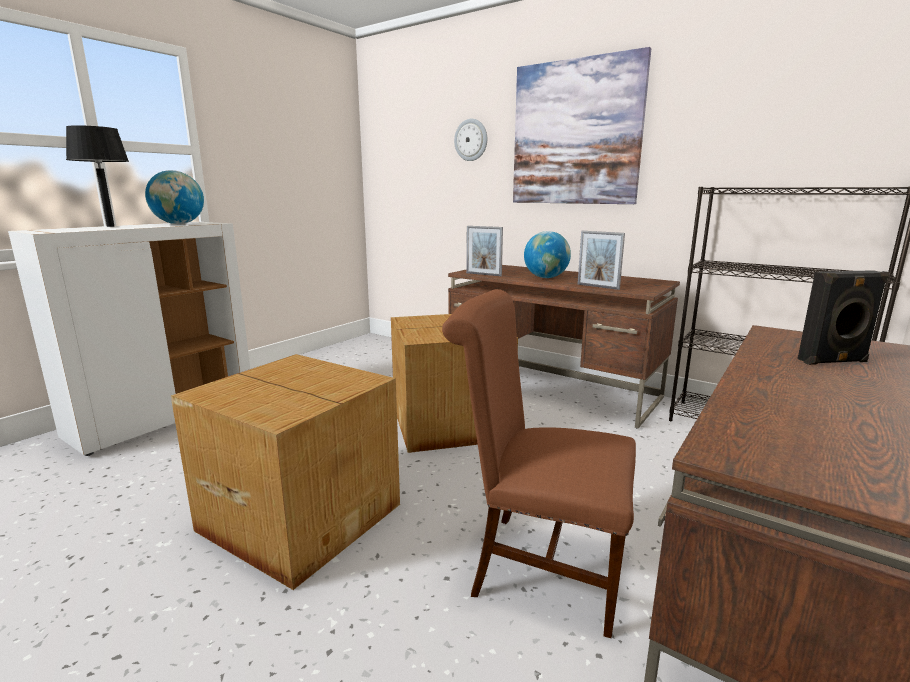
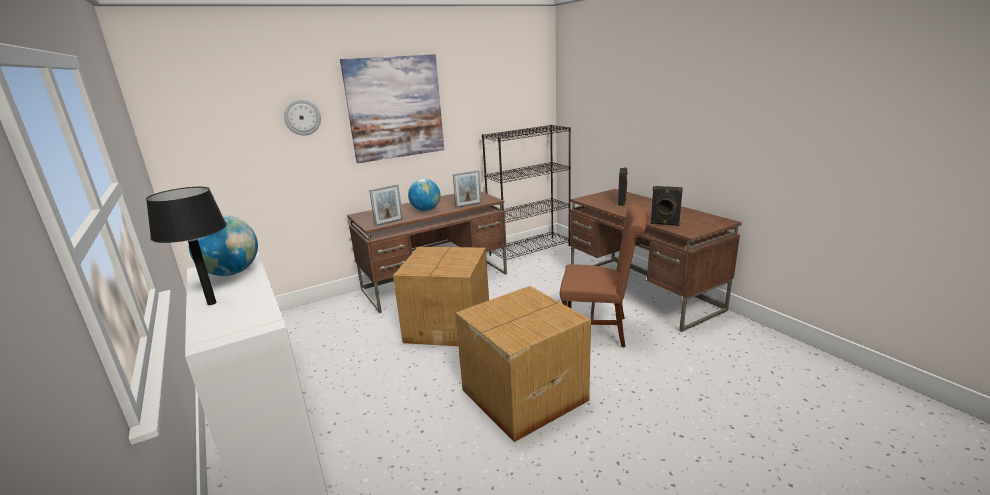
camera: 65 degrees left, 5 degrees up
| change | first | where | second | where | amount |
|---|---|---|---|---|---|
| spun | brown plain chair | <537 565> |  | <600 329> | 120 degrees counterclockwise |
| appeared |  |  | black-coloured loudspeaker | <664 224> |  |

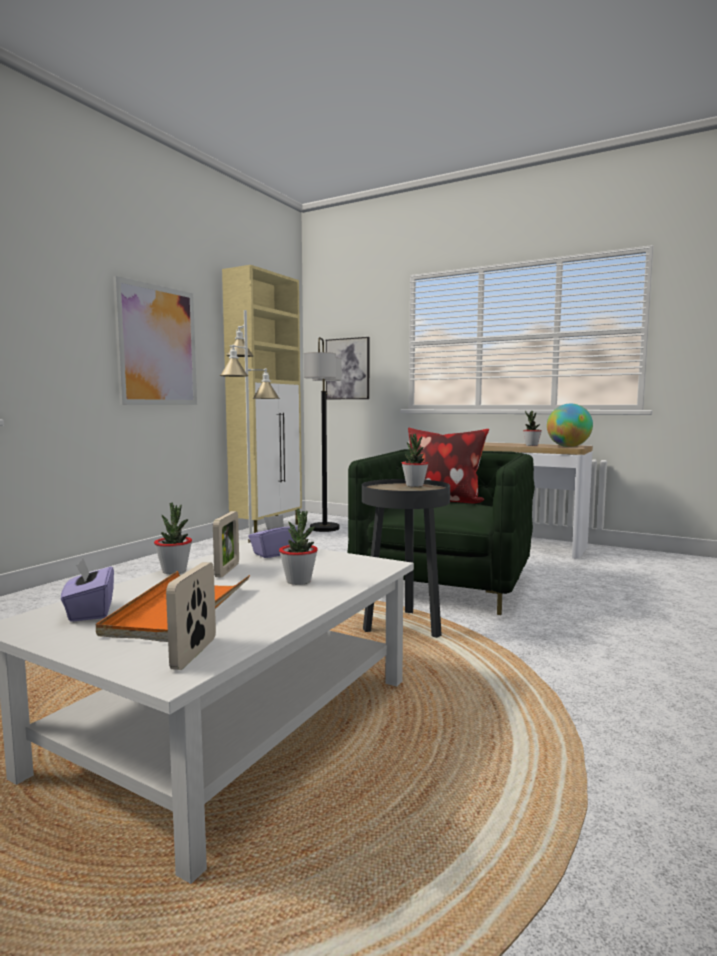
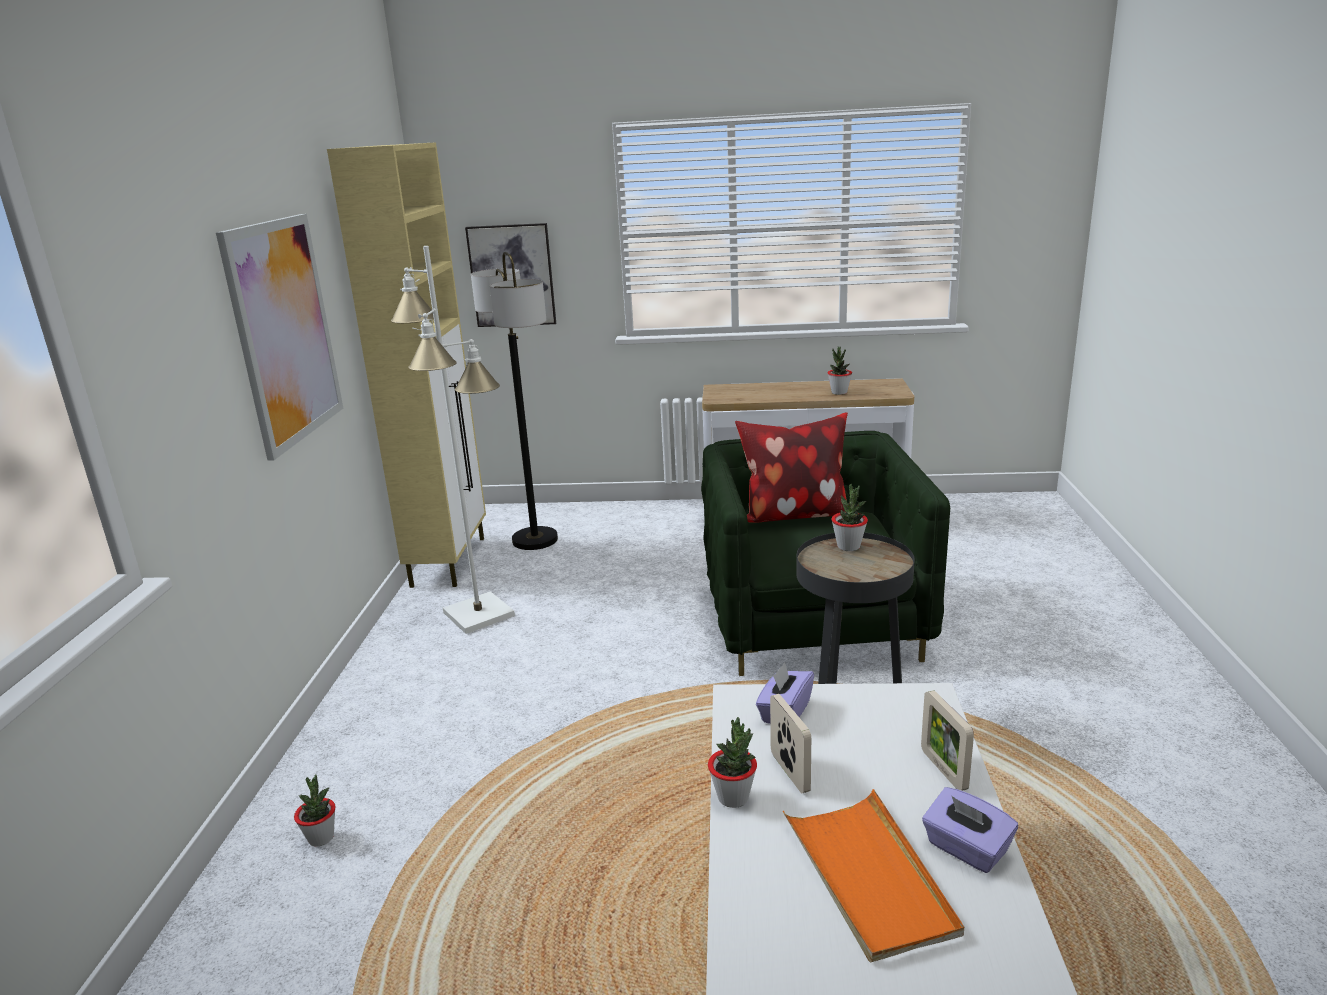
camera: 25 degrees left, 15 degrees up
| change | first | where | second | where | amount |
|---|---|---|---|---|---|
| relocated | plant in a pot | <298 581> |  | <321 838> |  |
| relocated | picture frame | <194 653> |  | <943 770> |  |
| relocated | purple box of tissues | <90 611> |  | <966 849> |  |
| missing | desk globe | <568 447> |  |  |  |

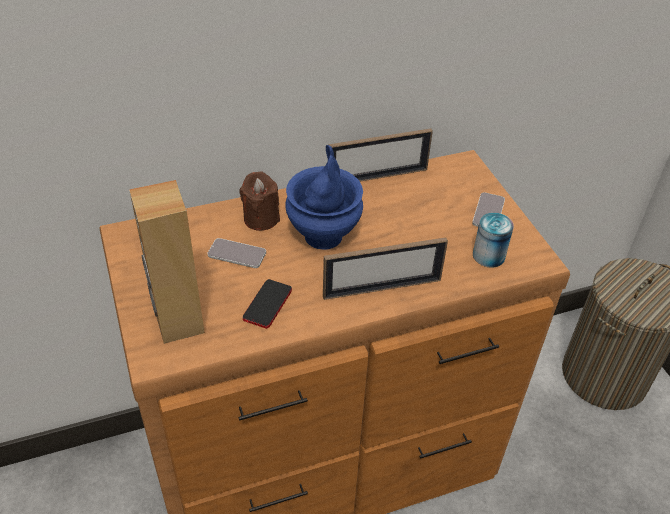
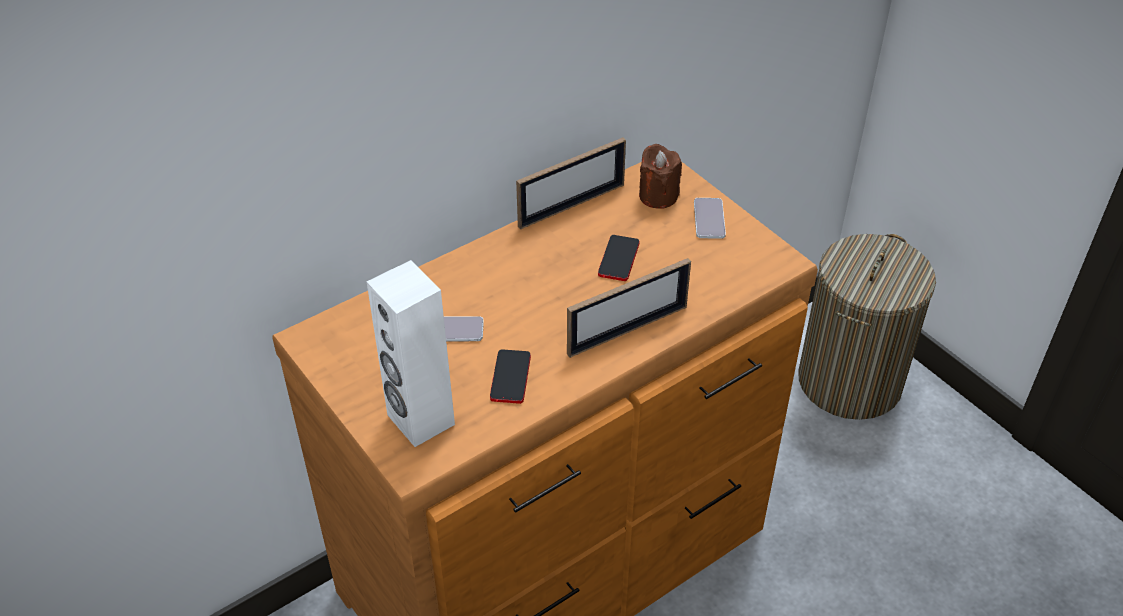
camera: 15 degrees left, 0 degrees up
| change | first | where | second | where | amount |
|---|---|---|---|---|---|
| colour | brown loudspeaker | <178 322> | whitish loudspeaker | <420 420> |  |
| appeared |  |  | handset | <618 259> |  |
| relocated | brown wax candle | <261 219> |  | <658 196> |  |
| missing | blue vase | <324 237> |  |  |  |
| missing | metal can | <488 255> |  |  |  |

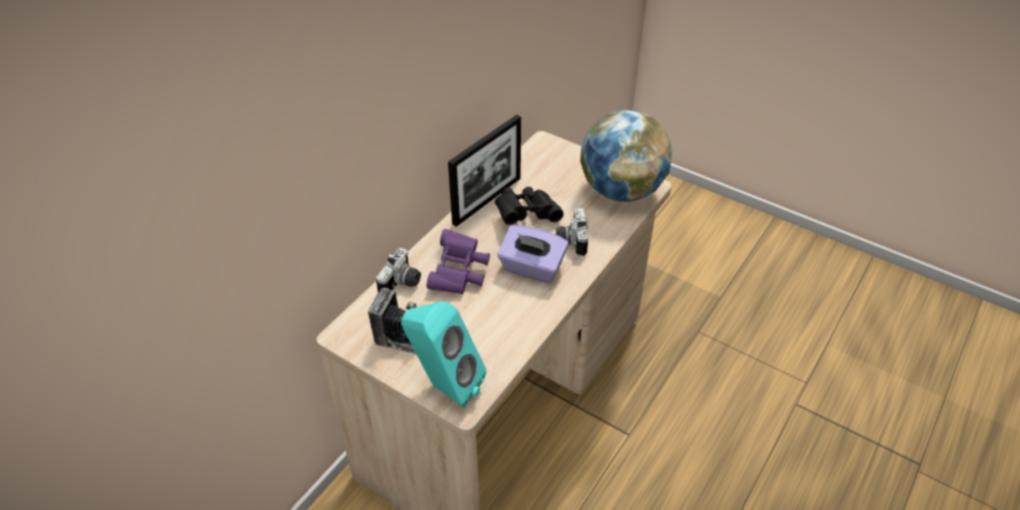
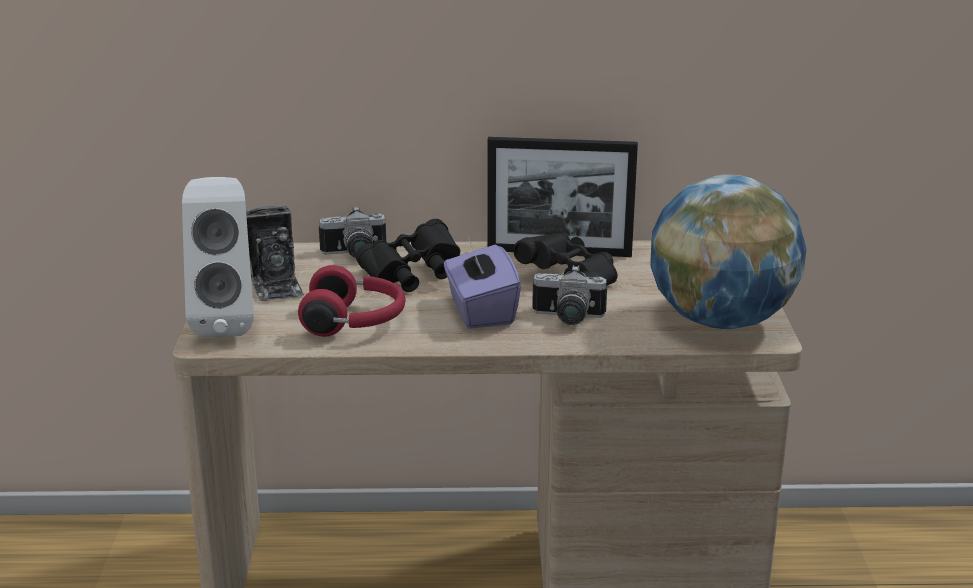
camera: 55 degrees right, 20 degrees down
| change | first | where | second | where | amount |
|---|---|---|---|---|---|
| colour | turquoise-coloured loudspeaker | <444 386> | whitish loudspeaker | <226 323> |  |
| appeared |  |  | reddish headset | <355 322> |  |
| colour | purple field glasses | <459 273> | black-coloured field glasses | <412 276> |  |
| spun | photo camera | <570 240> |  | <567 318> | 135 degrees counterclockwise |

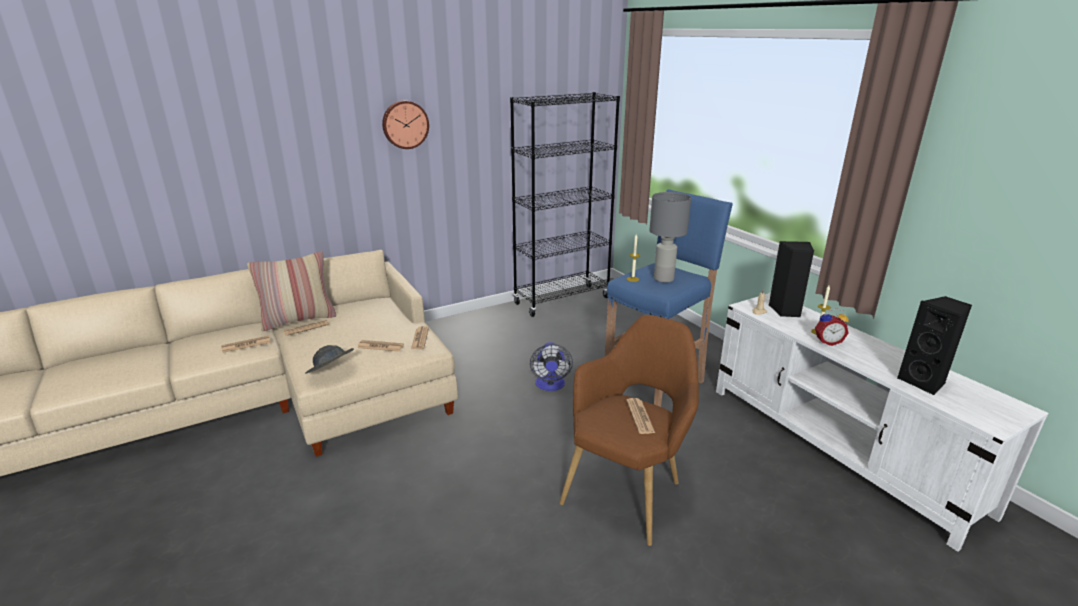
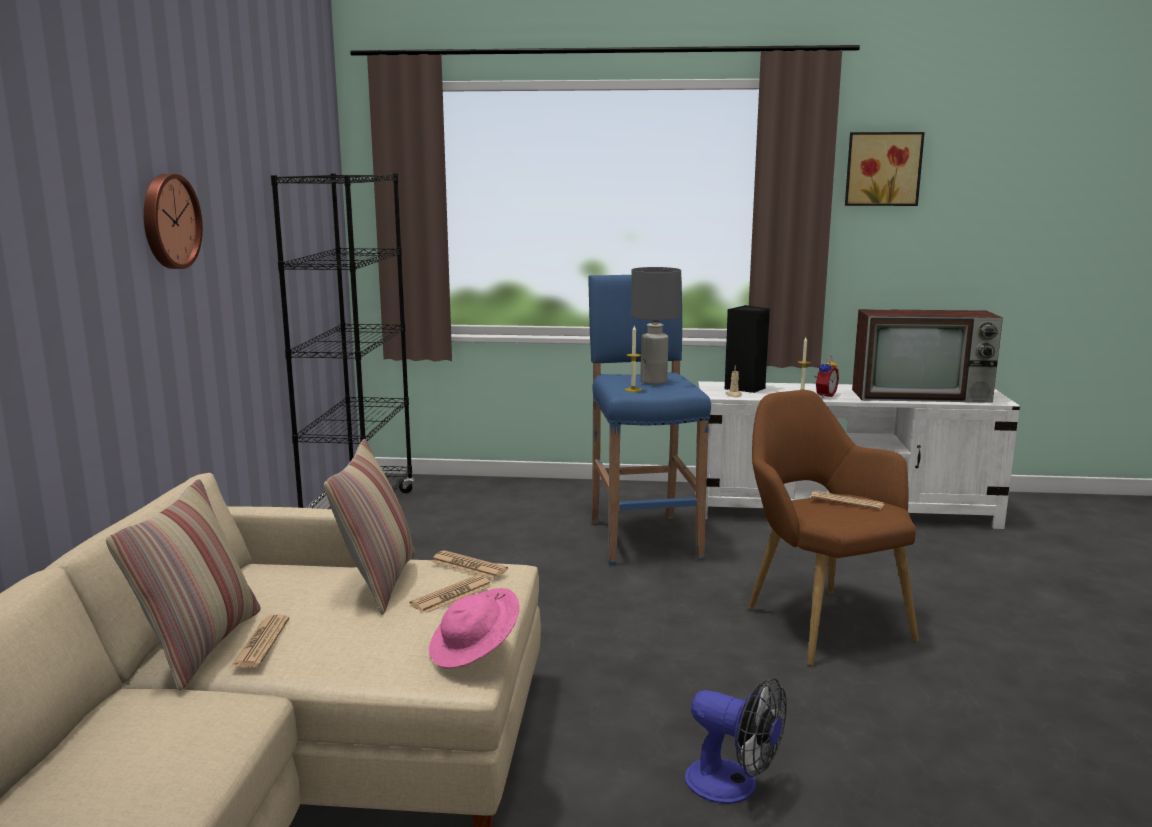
camera: 55 degrees left, 10 degrees down
| change | first | where | second | where | amount |
|---|---|---|---|---|---|
| appeared |  |  | throw pillow | <378 582> |  |
| colour | gray clothing hat | <331 372> | pink clothing hat | <475 650> |  |
| relocated | fan | <550 386> |  | <733 786> |  |
| appeared |  |  | picture | <882 169> |  |
| exchanged | black-coloured loudspeaker | <924 382> | TV | <923 395> |  |
| missing | printed paper | <246 344> |  |  |  |

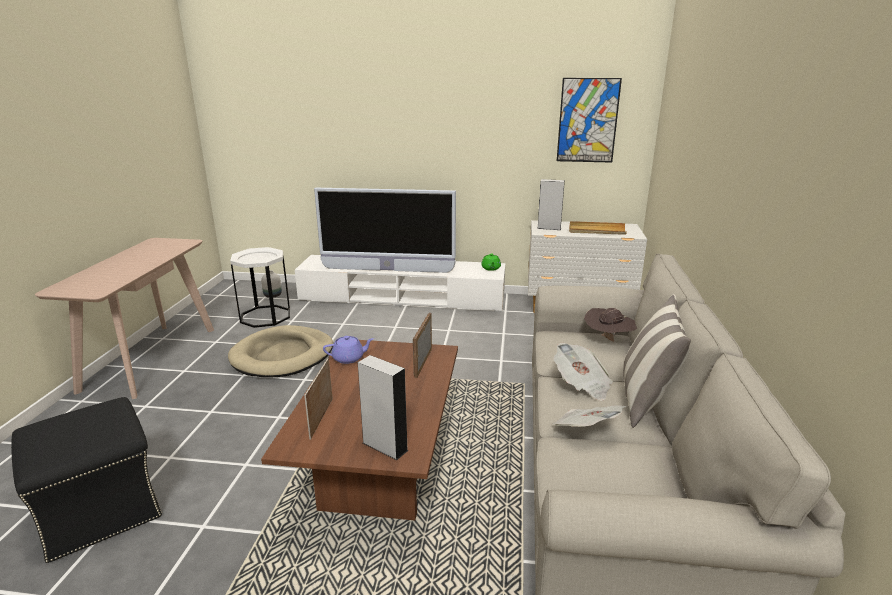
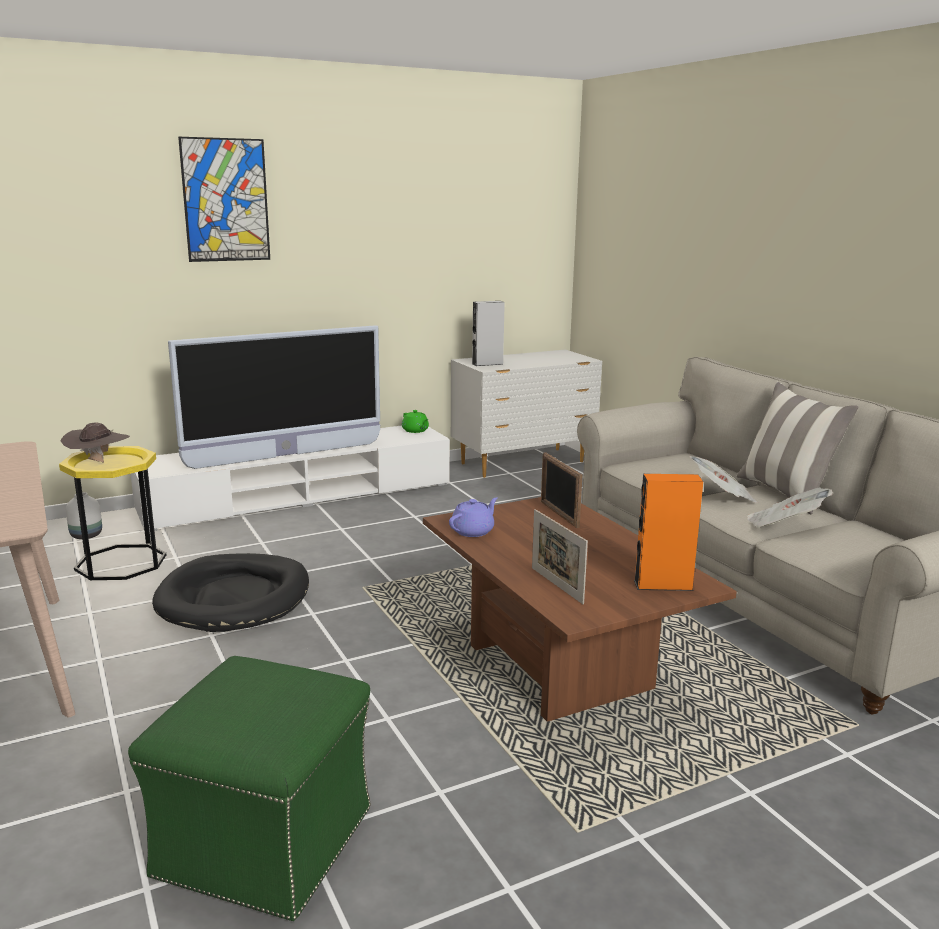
camera: 35 degrees left, 5 degrees down
| change | first | where | second | where | amount |
|---|---|---|---|---|---|
| colour | whitish side table | <265 316> | yellowish side table | <121 562> |  |
| relocated | brown clothing hat | <608 340> |  | <98 463> |  |
| colour | black-coloured footrest | <102 509> | green-coloured footrest | <266 840> |  |
| colour | beige dog cushion | <283 356> | black-coloured dog cushion | <234 598> |  |
| relocated | picture | <587 120> |  | <225 200> |  |
| colour | gray loudspeaker | <385 446> | orange-coloured loudspeaker | <663 585> |  |
| missing | beige tray | <596 230> |  |  |  |

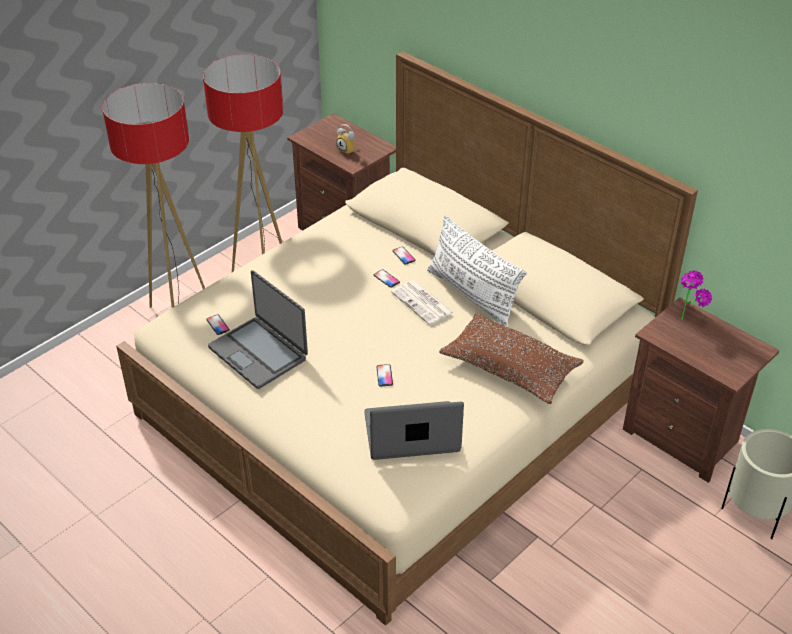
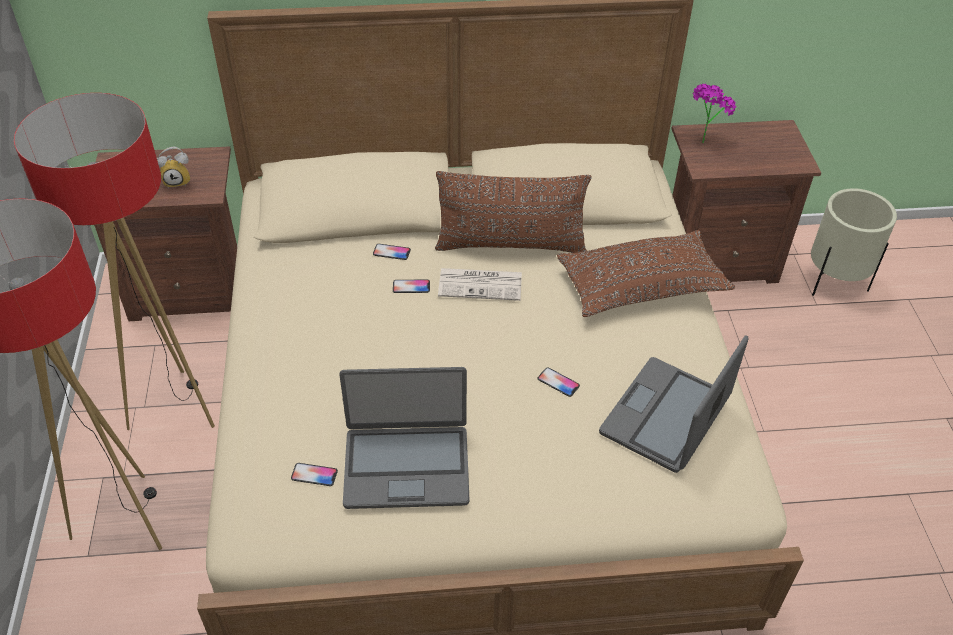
camera: 50 degrees left, 5 degrees up
| change | first | where | second | where | amount |
|---|---|---|---|---|---|
| colour | whitish throw pillow | <472 296> | brown throw pillow | <510 245> |  |

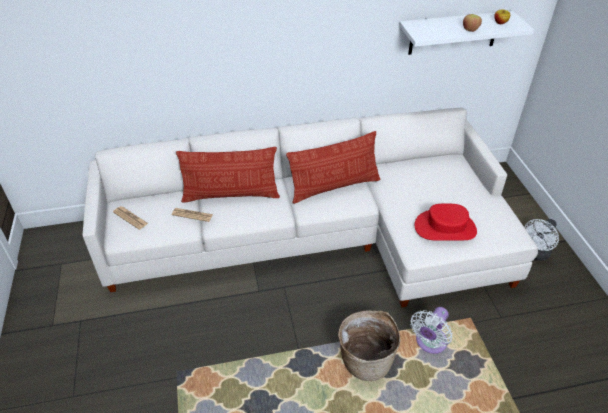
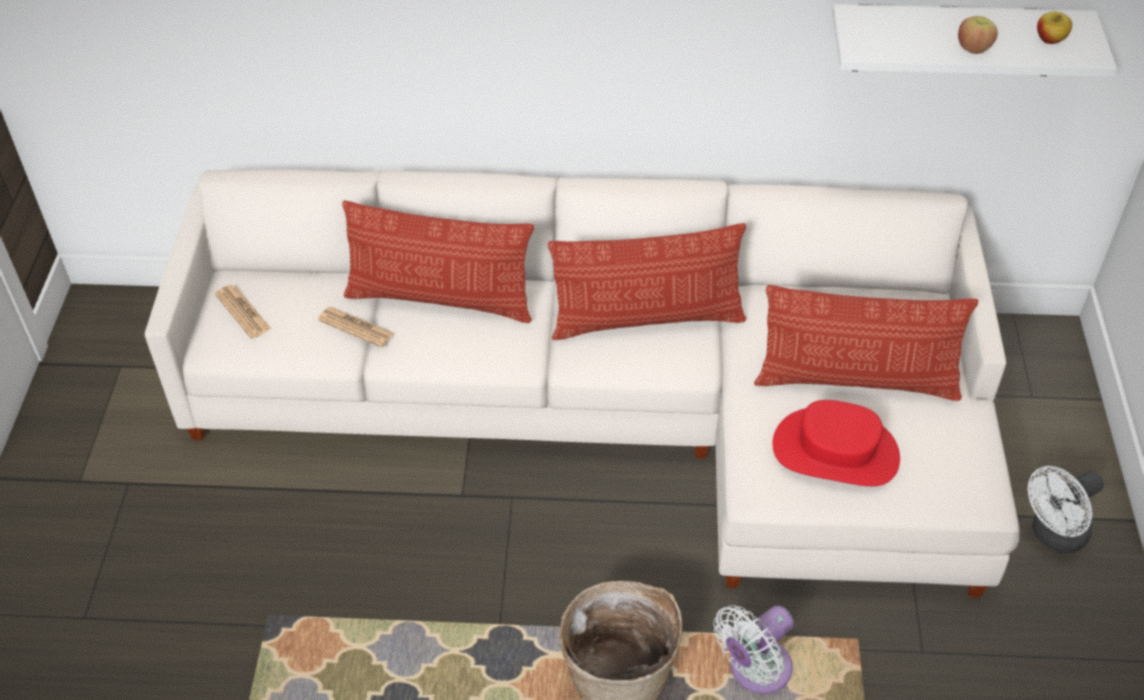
camera: 15 degrees right, 5 degrees up
| change | first | where | second | where | amount |
|---|---|---|---|---|---|
| appeared |  |  | throw pillow | <856 380> |  |

